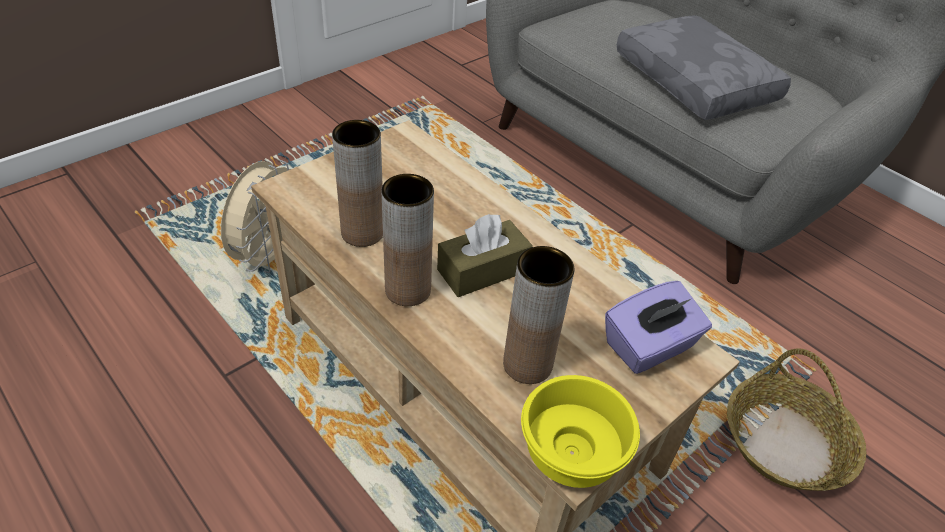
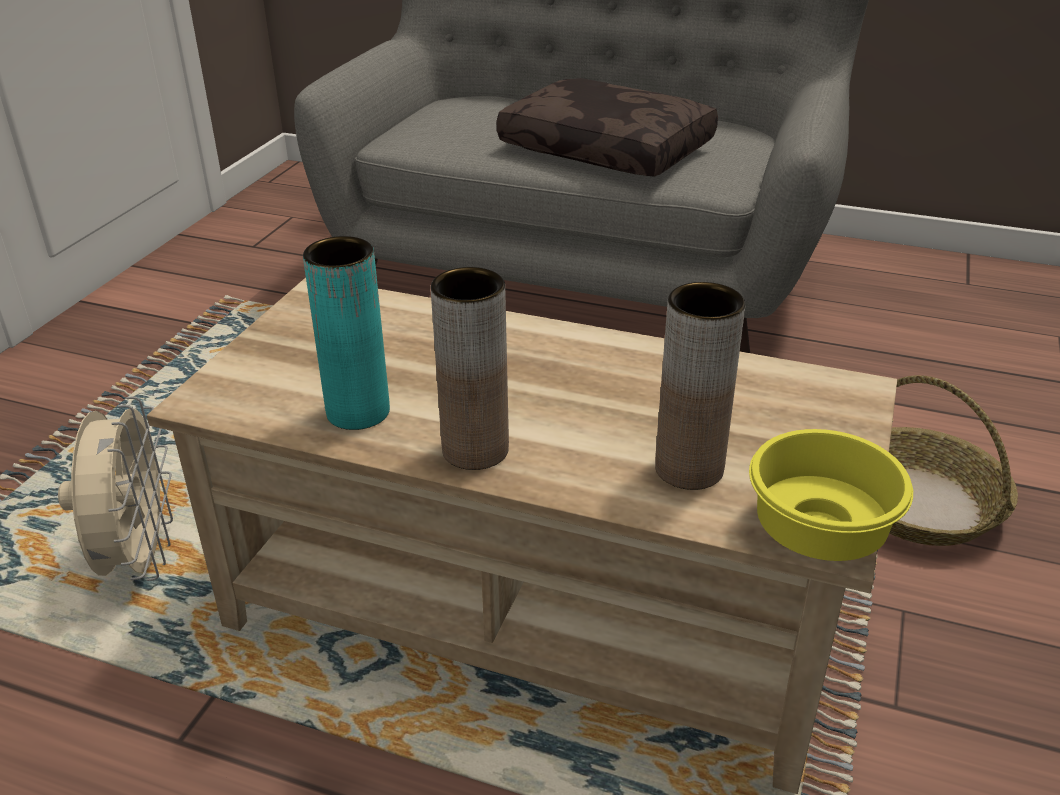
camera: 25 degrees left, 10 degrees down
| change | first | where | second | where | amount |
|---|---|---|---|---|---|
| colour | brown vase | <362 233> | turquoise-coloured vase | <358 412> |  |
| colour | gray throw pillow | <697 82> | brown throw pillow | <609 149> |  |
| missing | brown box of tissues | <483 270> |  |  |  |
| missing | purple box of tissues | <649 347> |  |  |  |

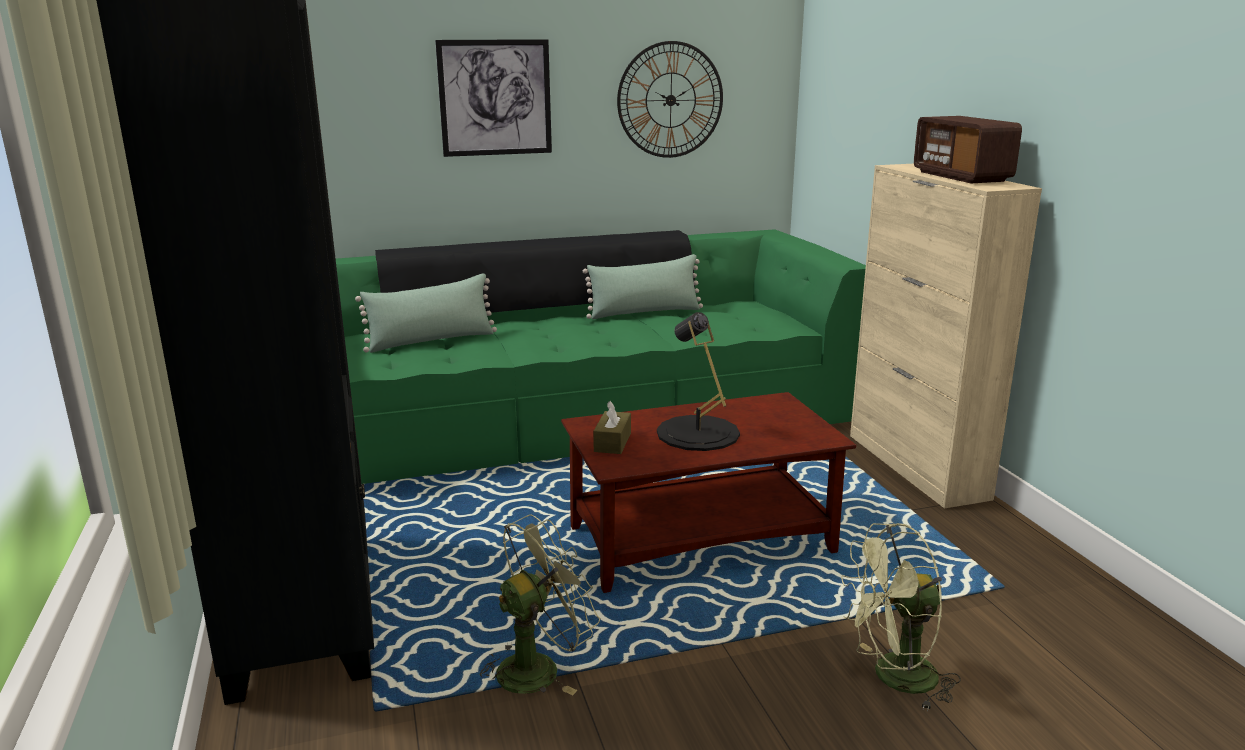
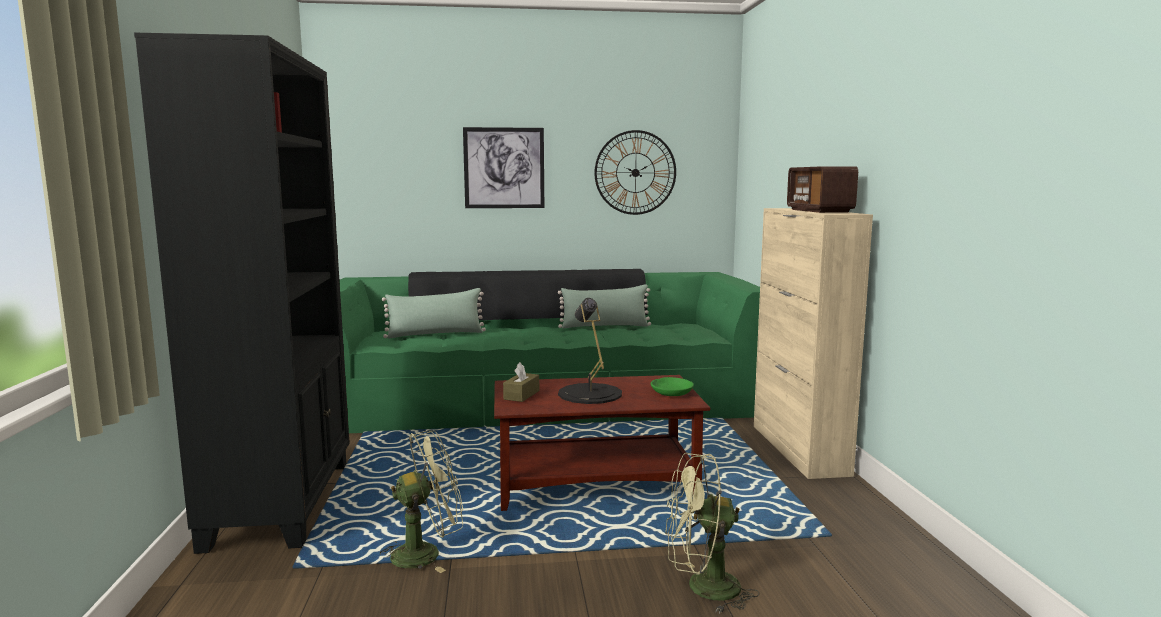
camera: 10 degrees right, 10 degrees down
| change | first | where | second | where | amount |
|---|---|---|---|---|---|
| appeared |  |  | green-coloured deep dish | <671 393> |  |

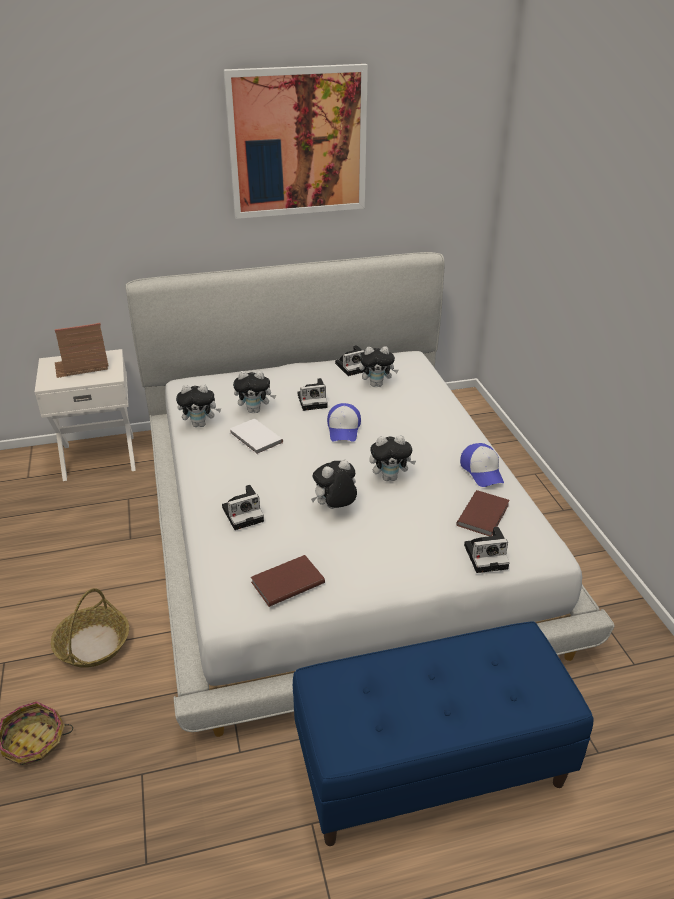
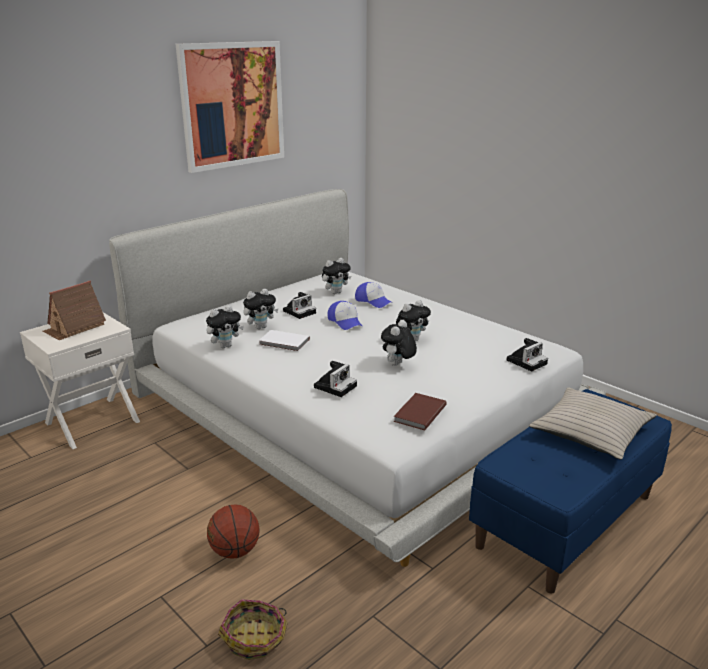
camera: 30 degrees left, 10 degrees down
| change | first | where | second | where | amount |
|---|---|---|---|---|---|
| exchanged | storage basket | <93 645> | basketball | <235 551> |  |
| relocated | baseball cap | <482 471> |  | <373 301> |  |
| appeared |  |  | beige throw pillow | <590 432> |  |
| missing | photo camera | <352 366> |  |  |  |
| missing | brown volume | <484 515> |  |  |  |

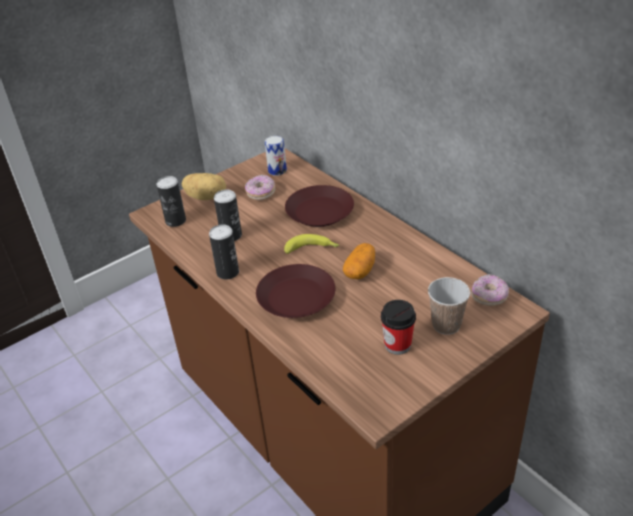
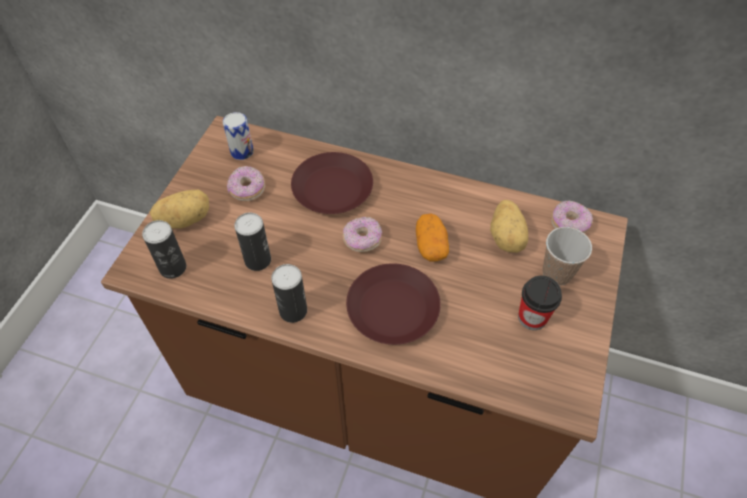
camera: 35 degrees left, 15 degrees up
| change | first | where | second | where | amount |
|---|---|---|---|---|---|
| exchanged | banana | <312 249> | doughnut | <362 240> |  |
| appeared |  |  | potato | <507 238> |  |

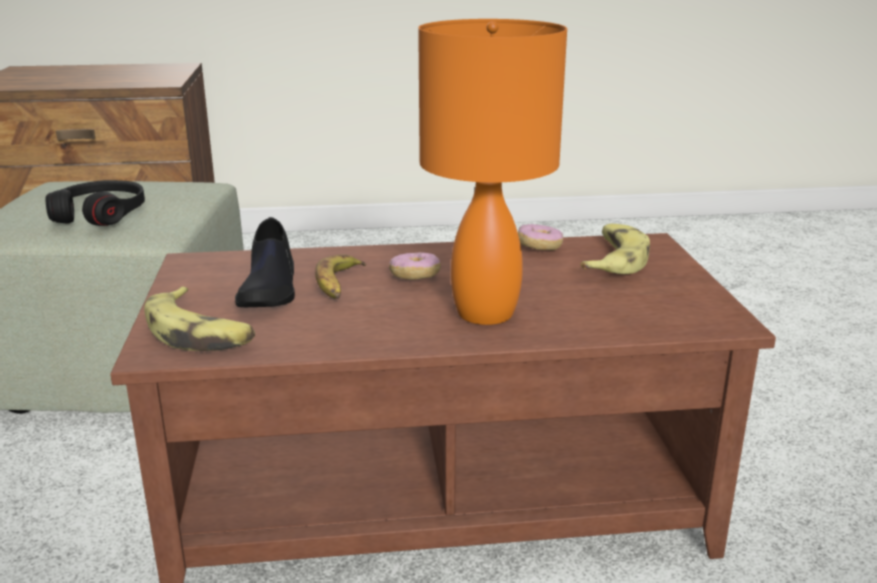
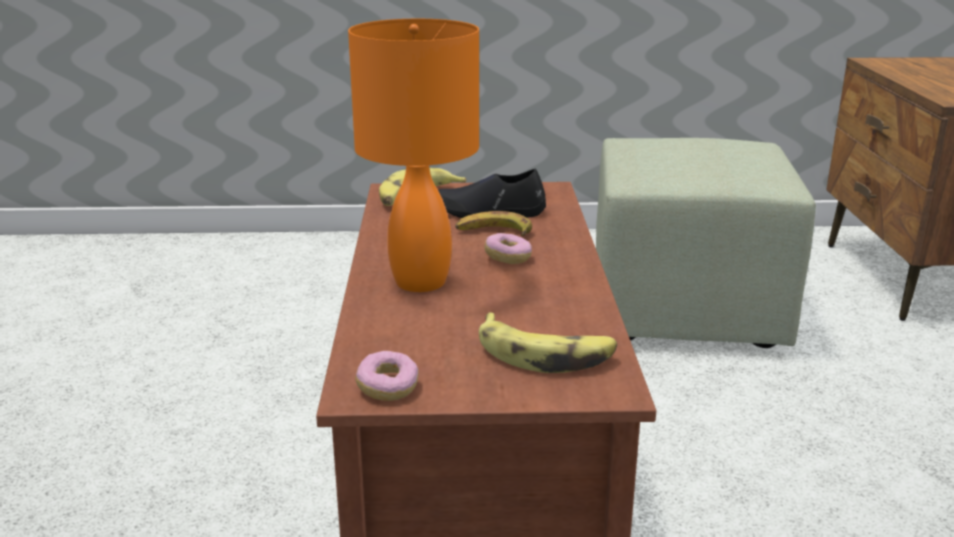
camera: 95 degrees right, 0 degrees up
| change | first | where | second | where | amount |
|---|---|---|---|---|---|
| relocated | doughnut | <539 247> |  | <387 388> |  |
| missing | black-coloured headset | <100 215> |  |  |  |

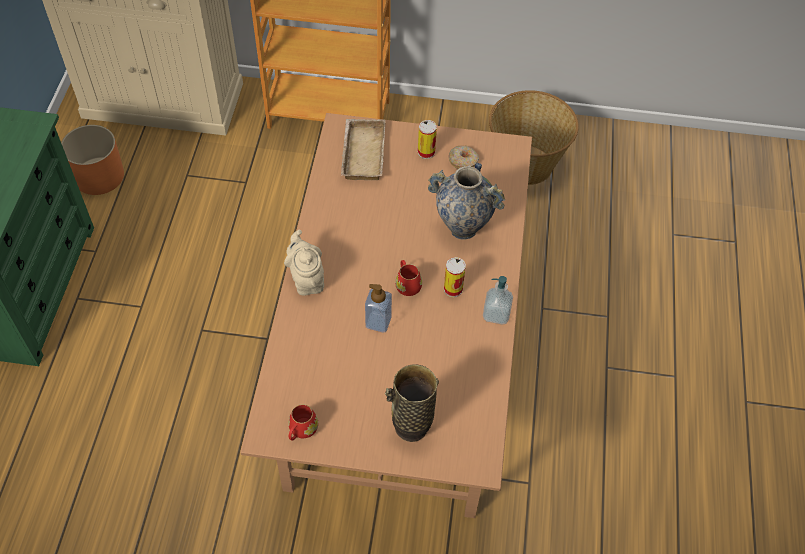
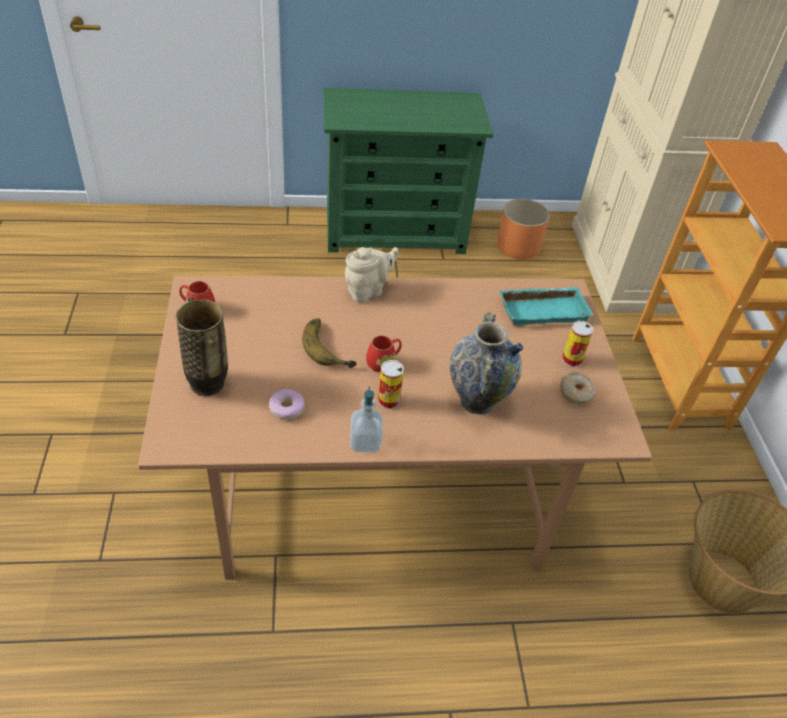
camera: 75 degrees right, 10 degrees down
| change | first | where | second | where | amount |
|---|---|---|---|---|---|
| appeared |  |  | doughnut | <286 408> |  |
| exchanged | soap dispenser | <378 322> | banana | <330 346> |  |
| colour | beige tray | <361 153> | turquoise-coloured tray | <543 309> |  |

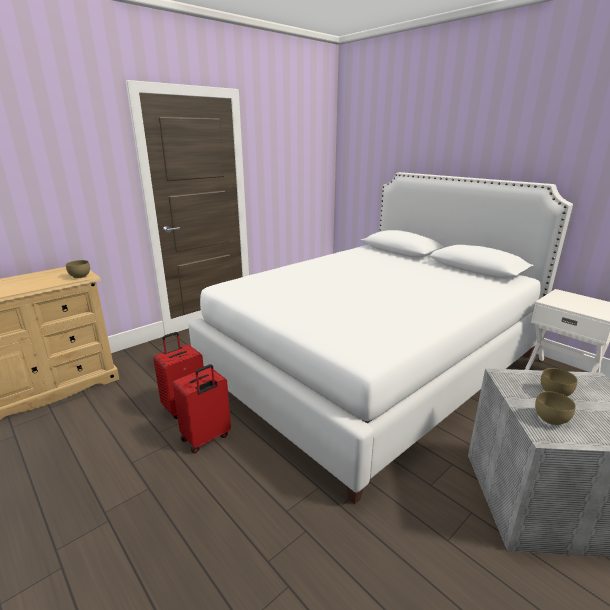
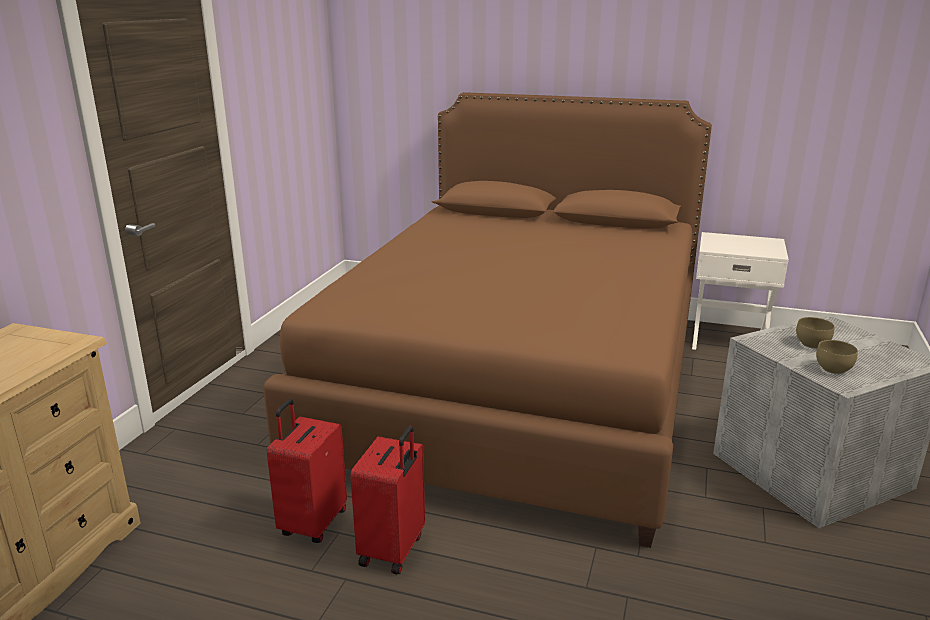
camera: 30 degrees left, 0 degrees up
| change | first | where | second | where | amount |
|---|---|---|---|---|---|
| colour | whitish bedroom bed | <372 365> | brown bedroom bed | <518 385> |  |
| missing | brown deep dish | <79 276> |  |  |  |

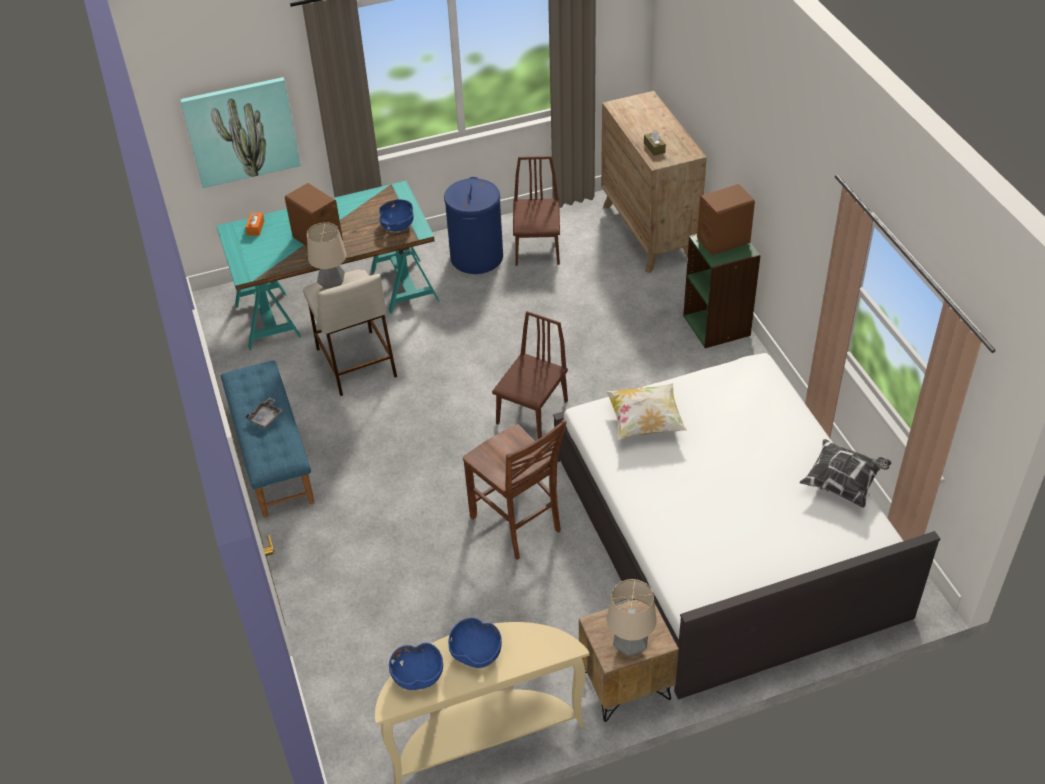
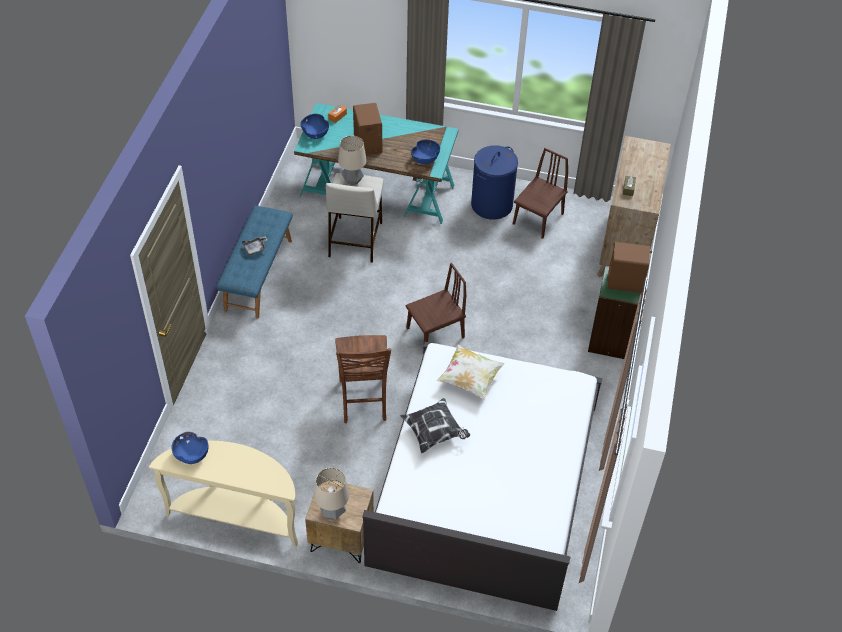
camera: 30 degrees right, 5 degrees up
| change | first | where | second | where | amount |
|---|---|---|---|---|---|
| relocated | blue deep dish | <476 653> |  | <315 133> |  |
| relocated | throw pillow | <843 483> |  | <434 432> |  |
| missing | picture | <241 131> |  |  |  |

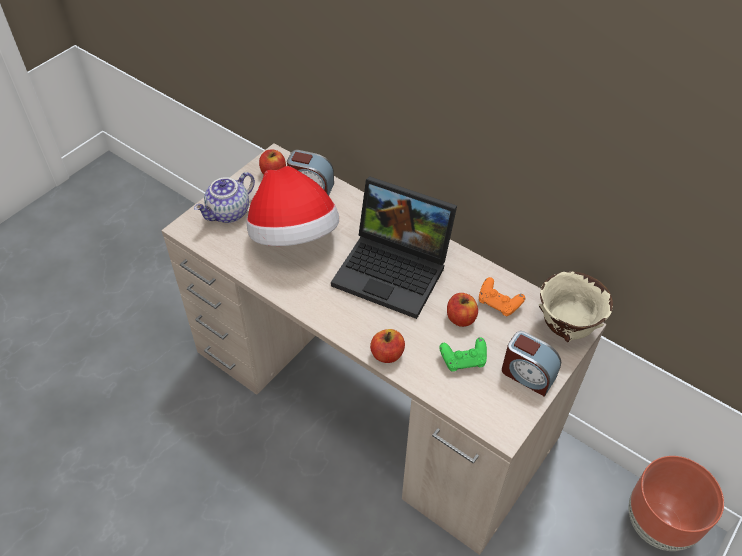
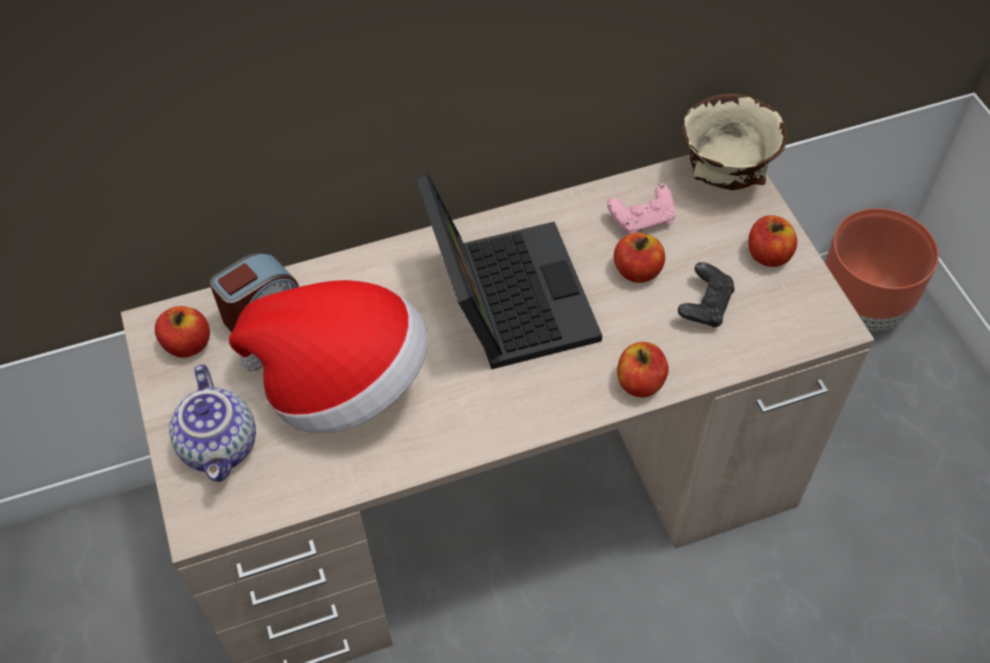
camera: 55 degrees left, 5 degrees up
| change | first | where | second | where | amount |
|---|---|---|---|---|---|
| spun | laptop | <395 270> |  | <504 296> | 75 degrees counterclockwise |
| colour | orange-coloured game controller | <498 304> | pink game controller | <642 220> |  |
| colour | green-coloured game controller | <463 360> | black-coloured game controller | <705 306> |  |
| exchanged | alarm clock | <527 374> | apple | <768 255> |  |

